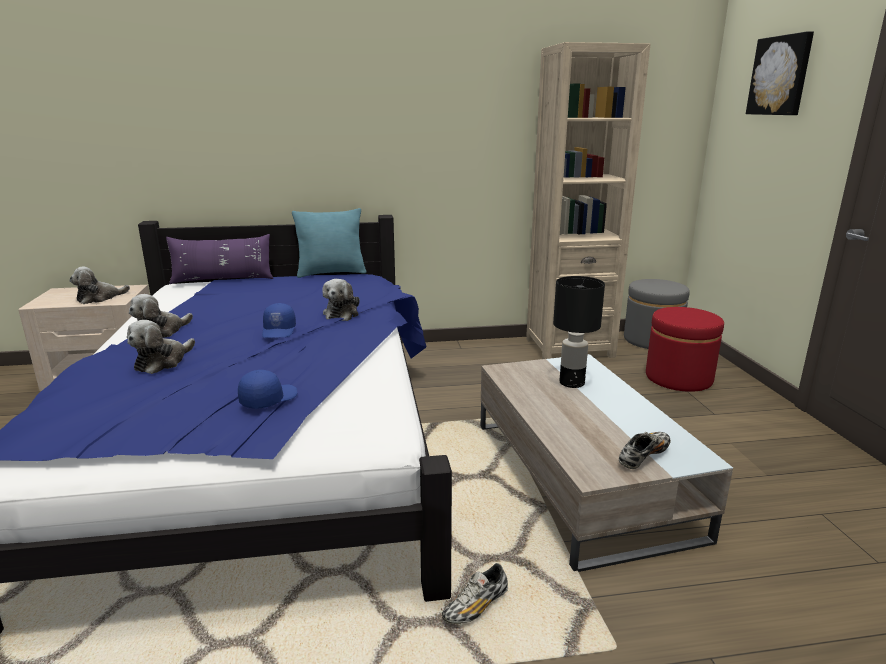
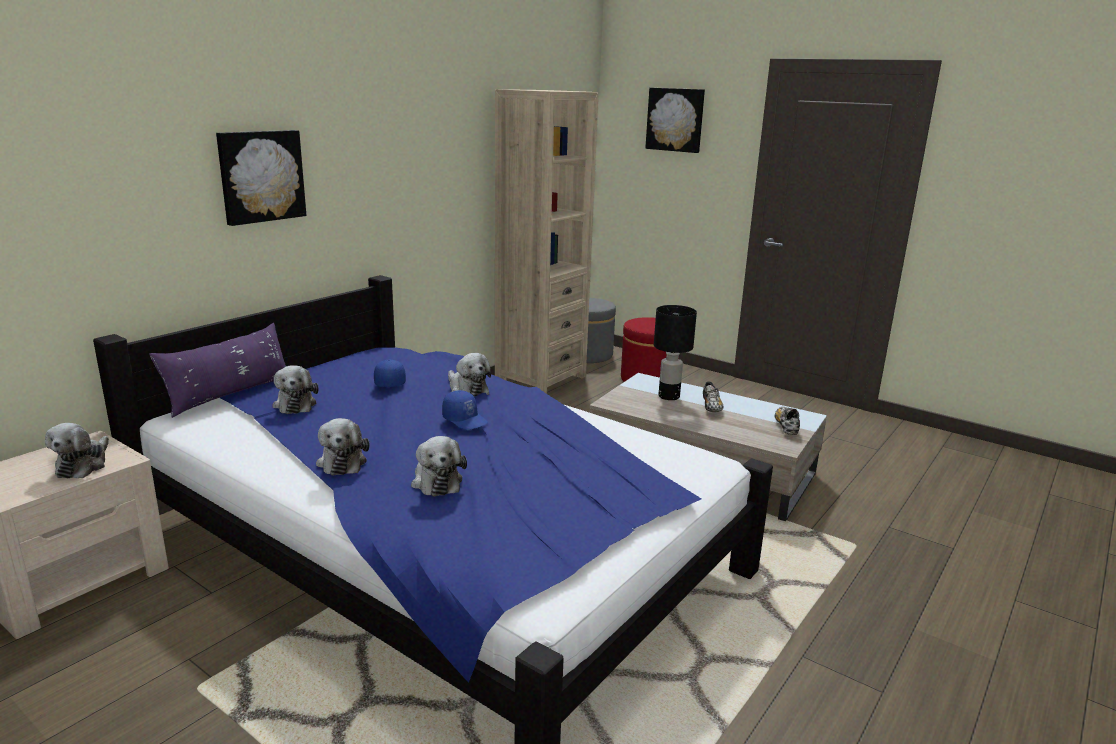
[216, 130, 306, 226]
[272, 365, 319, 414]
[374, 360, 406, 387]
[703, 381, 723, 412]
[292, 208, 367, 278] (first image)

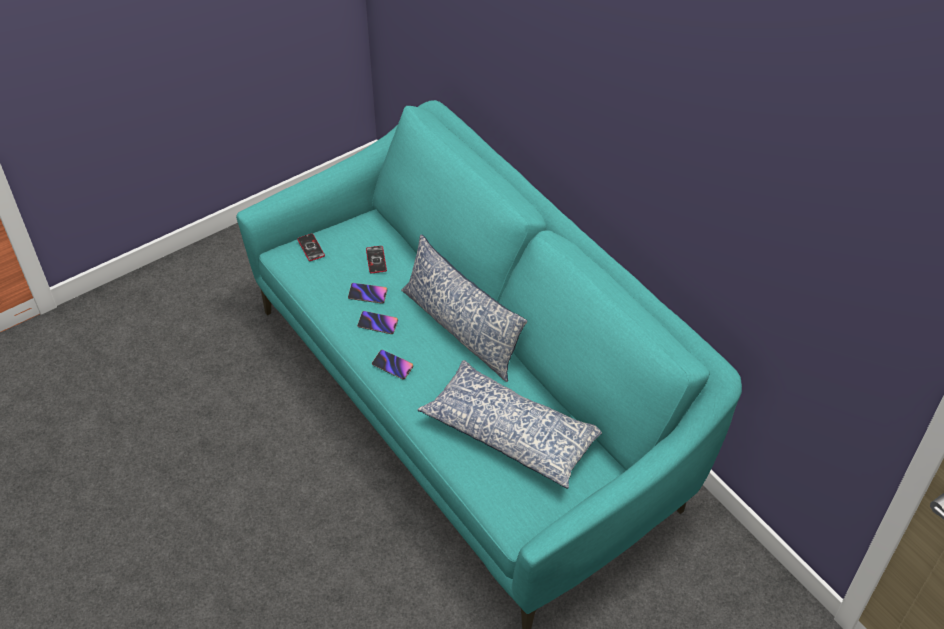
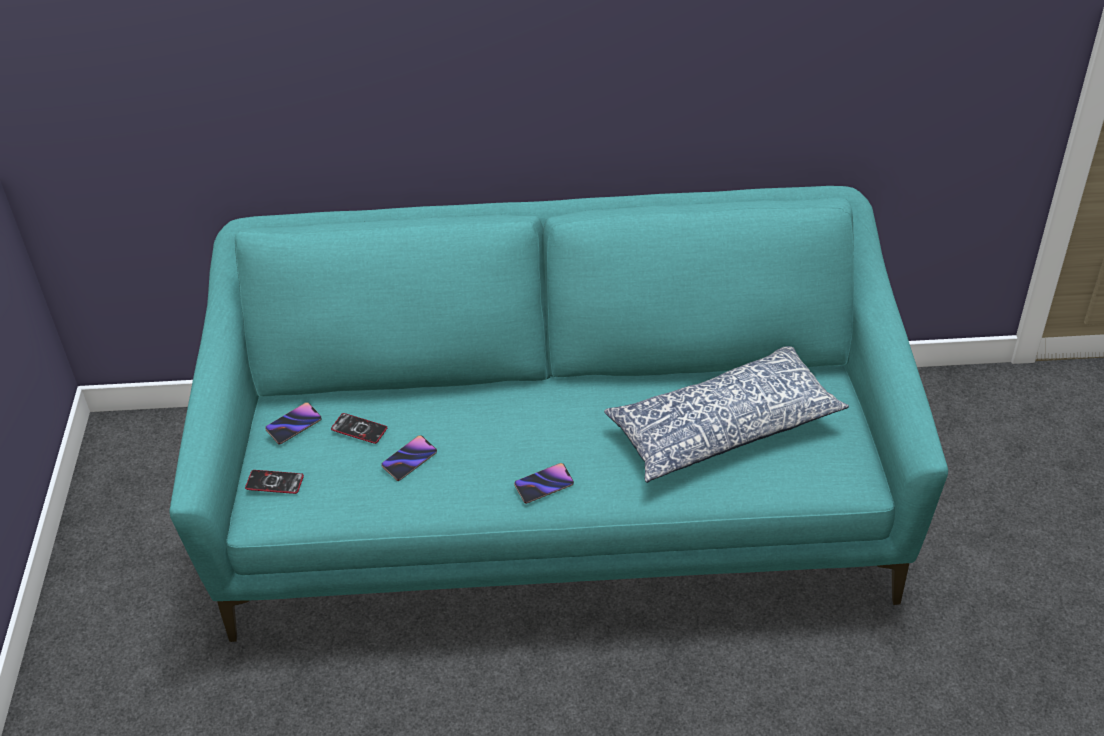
[265, 402, 321, 445]
[401, 234, 528, 382] (first image)

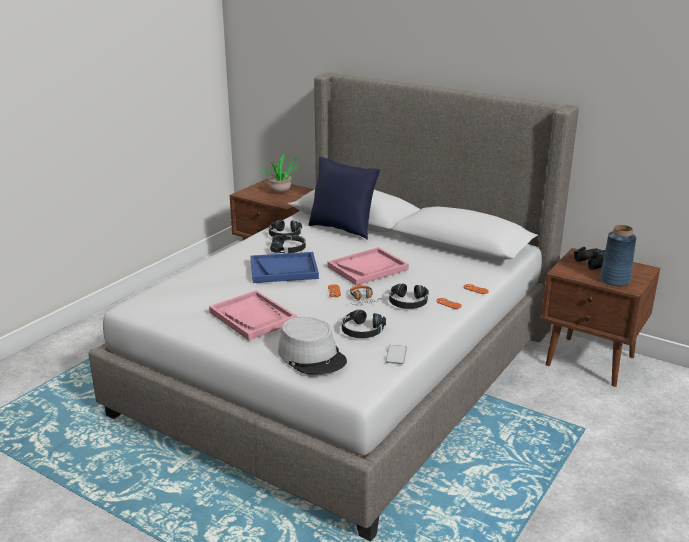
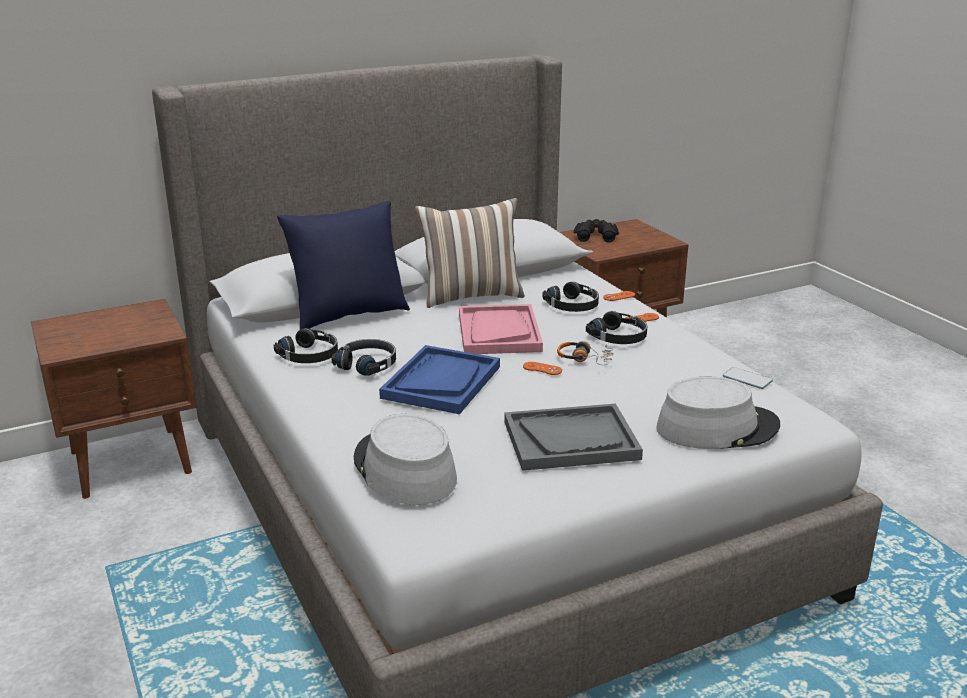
[354, 414, 457, 505]
[415, 198, 525, 308]
[504, 404, 643, 471]
[543, 282, 599, 312]
[260, 152, 303, 193] (first image)
[600, 225, 636, 286] (first image)

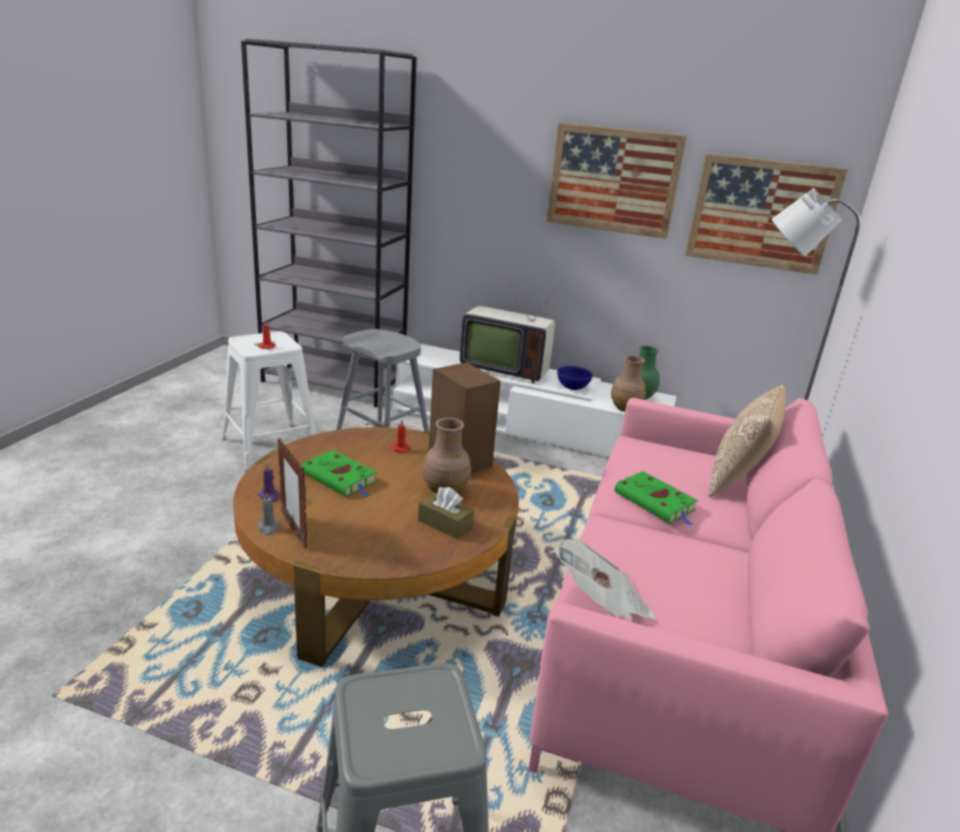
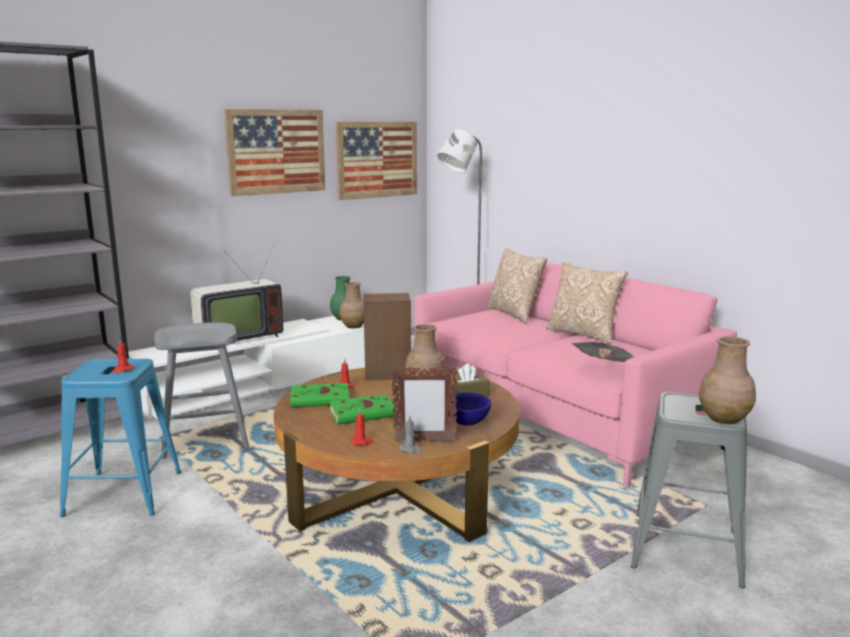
[60, 359, 181, 517]
[290, 383, 353, 407]
[350, 409, 373, 445]
[449, 392, 491, 426]
[546, 262, 628, 344]
[699, 336, 756, 424]

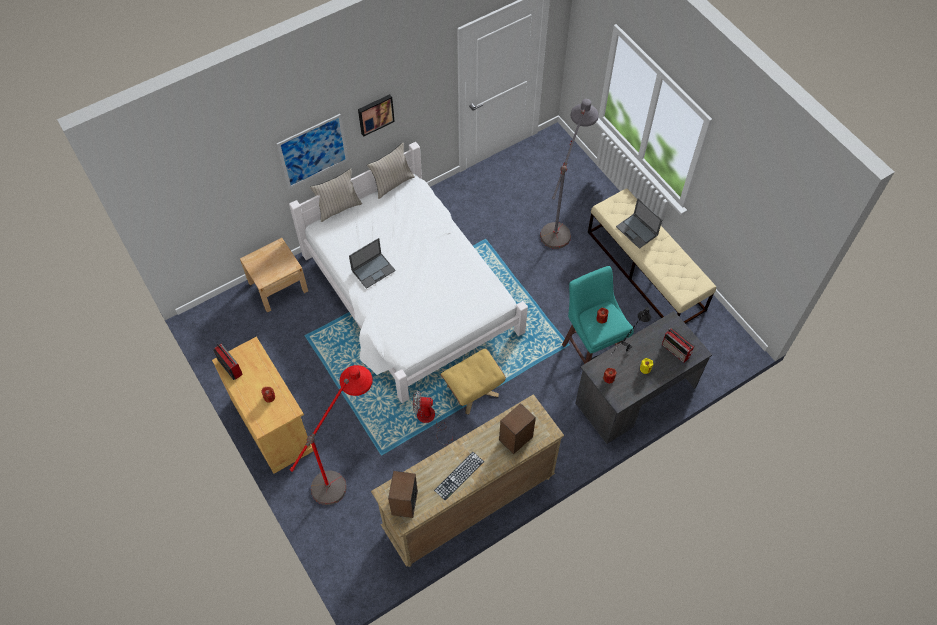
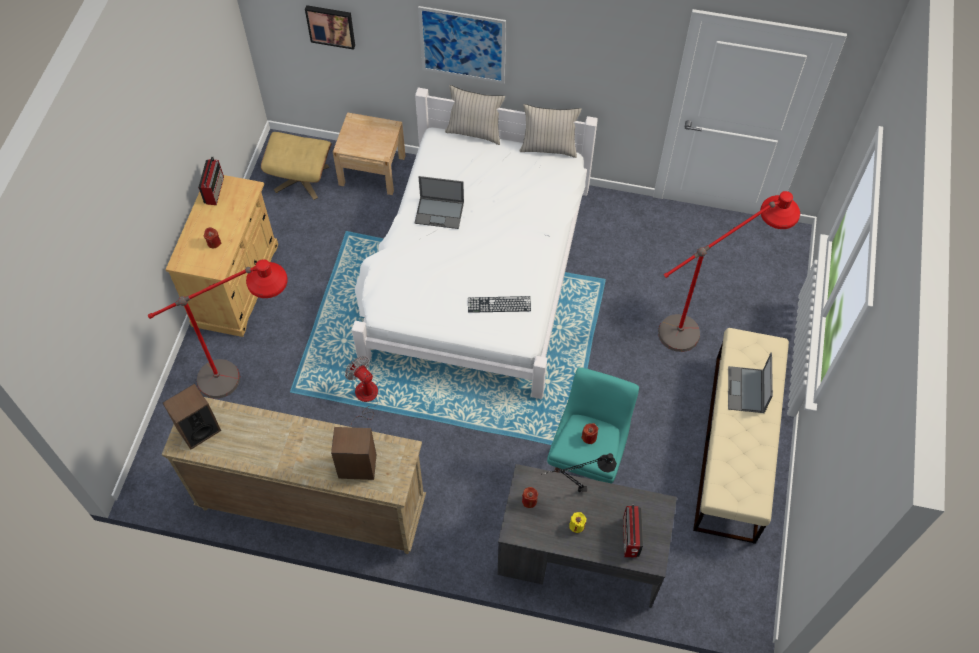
[261, 132, 332, 200]
[305, 5, 355, 50]
[468, 296, 531, 313]
[658, 191, 800, 352]

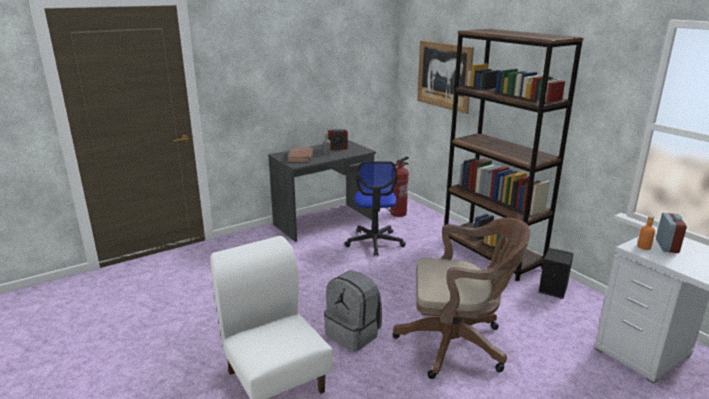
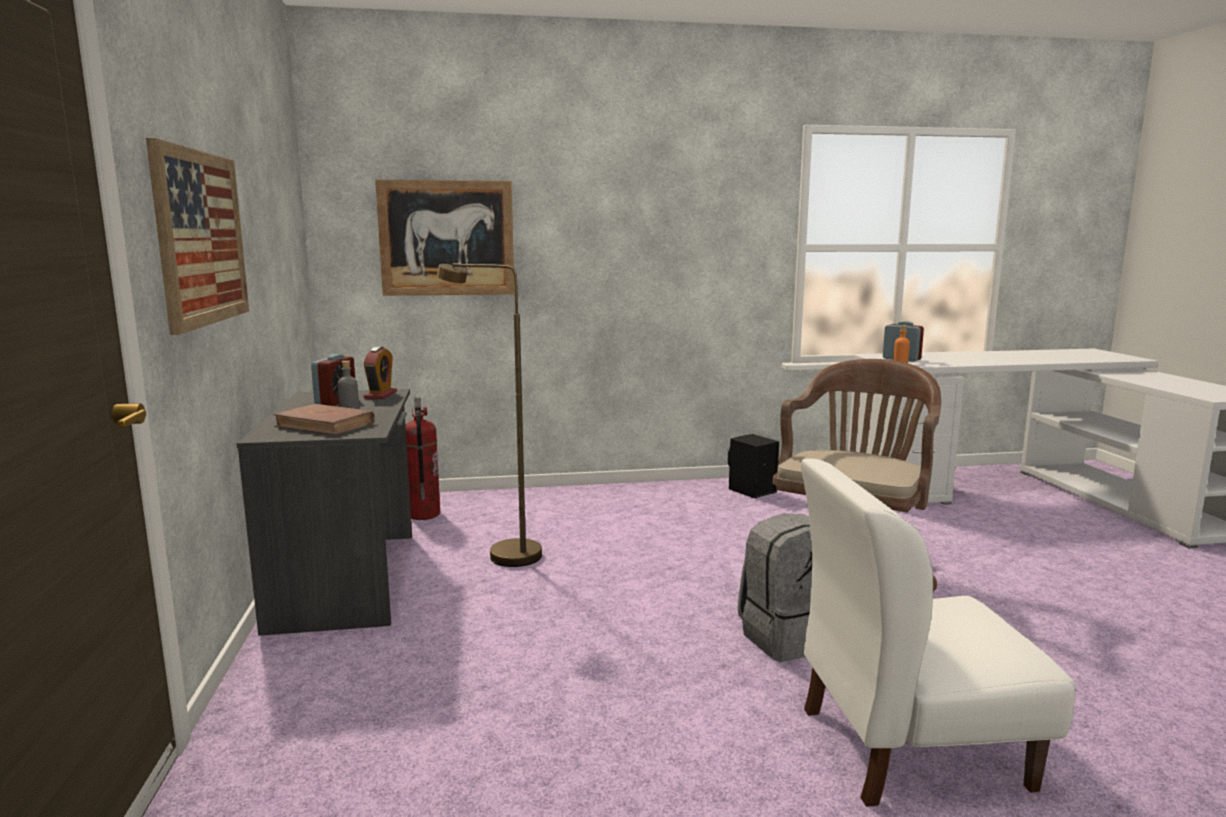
[146, 138, 249, 335]
[363, 347, 397, 399]
[437, 264, 542, 567]
[444, 29, 584, 281] (first image)

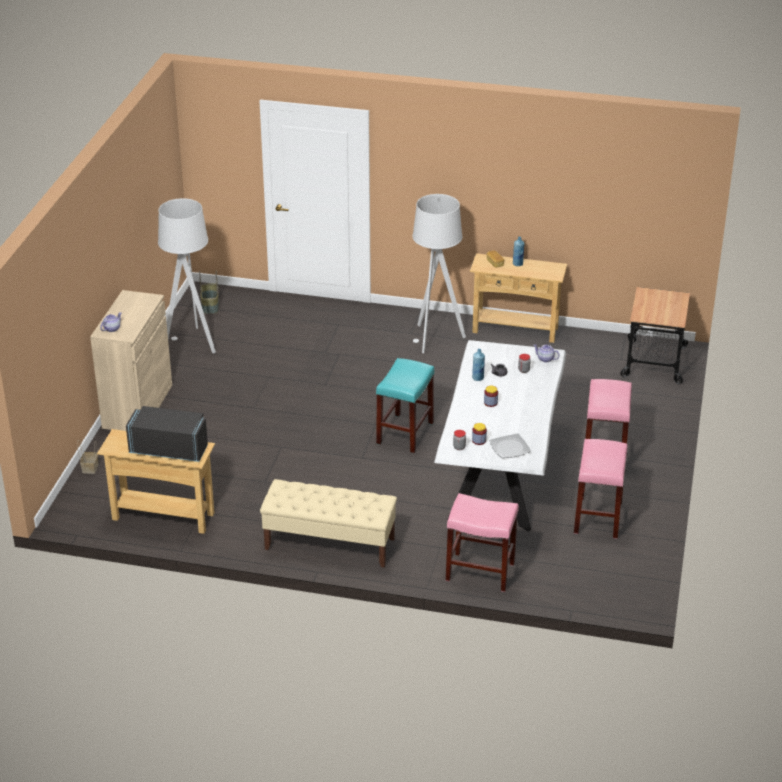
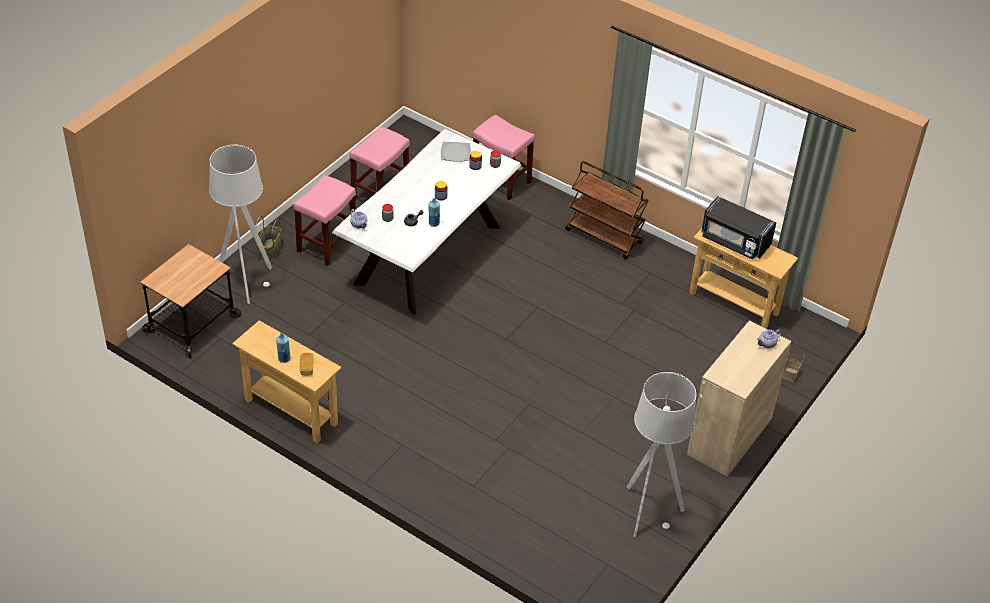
[209, 145, 272, 304]
[255, 216, 282, 261]
[565, 161, 648, 259]
[376, 358, 435, 453] (first image)

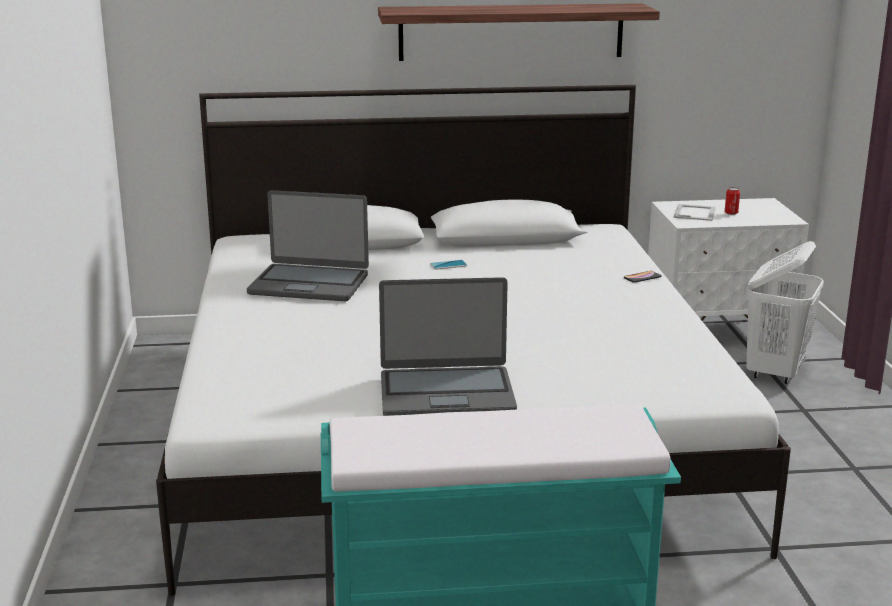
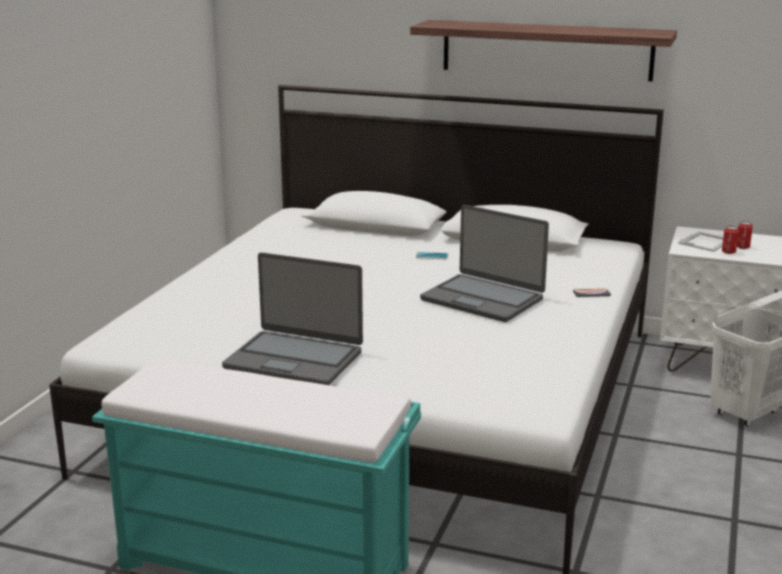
[420, 205, 549, 322]
[722, 226, 739, 254]

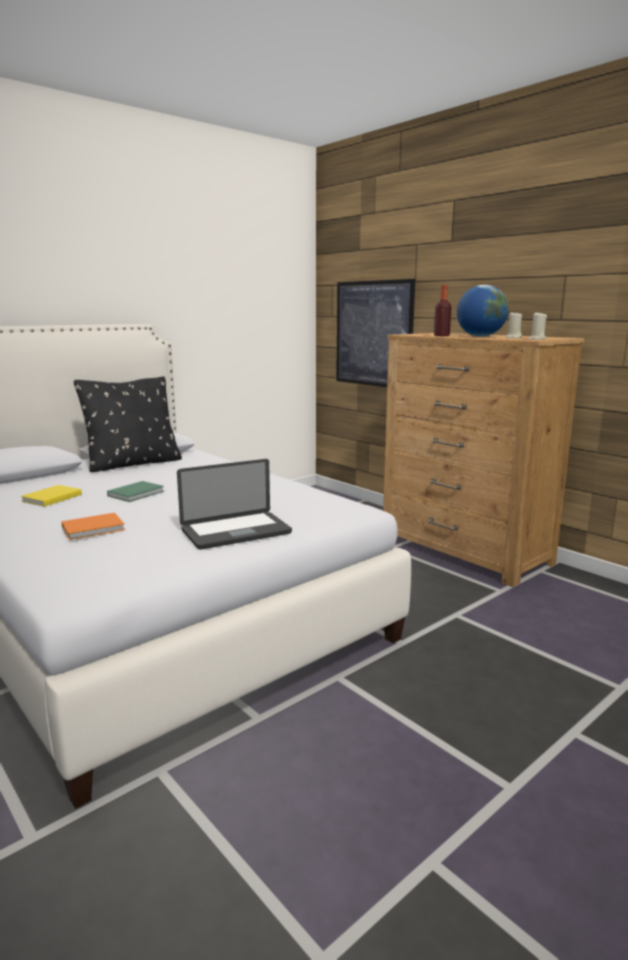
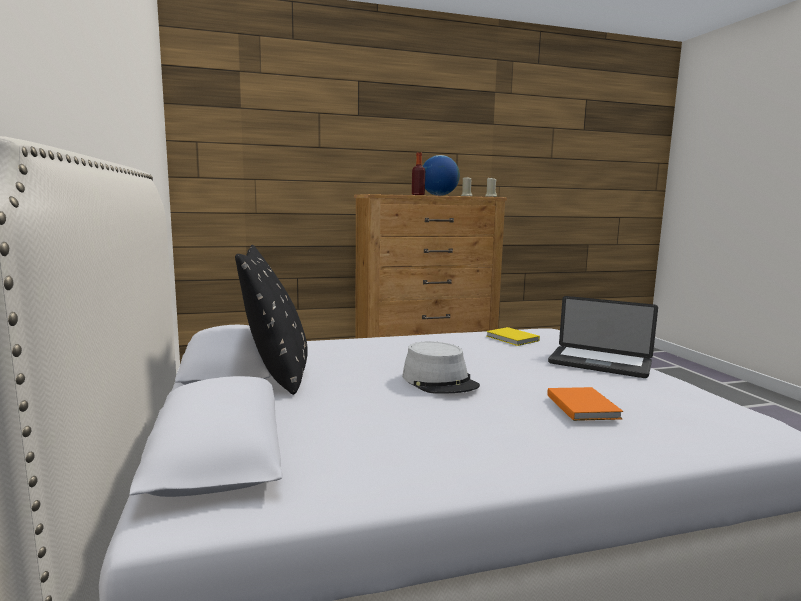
[402, 341, 480, 394]
[486, 327, 540, 346]
[548, 296, 658, 378]
[336, 279, 415, 387] (first image)

